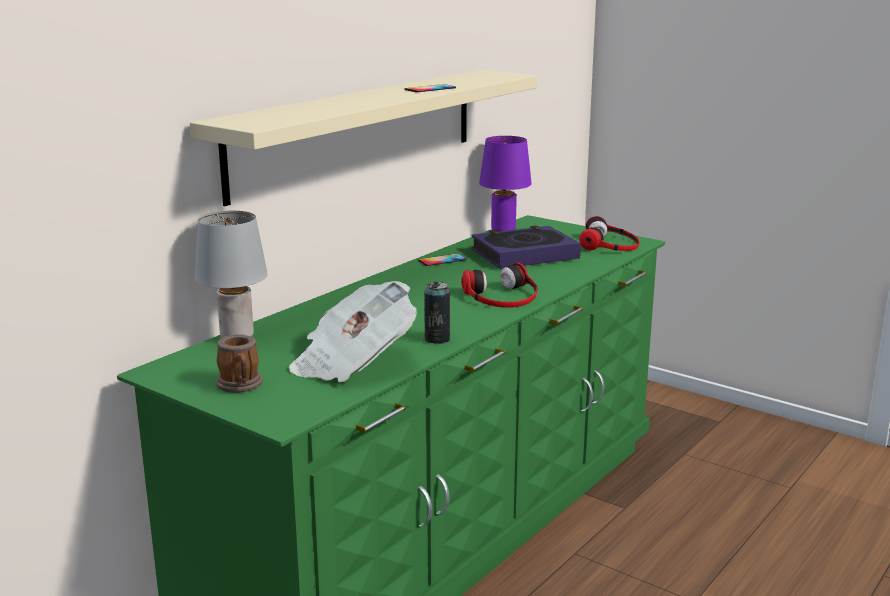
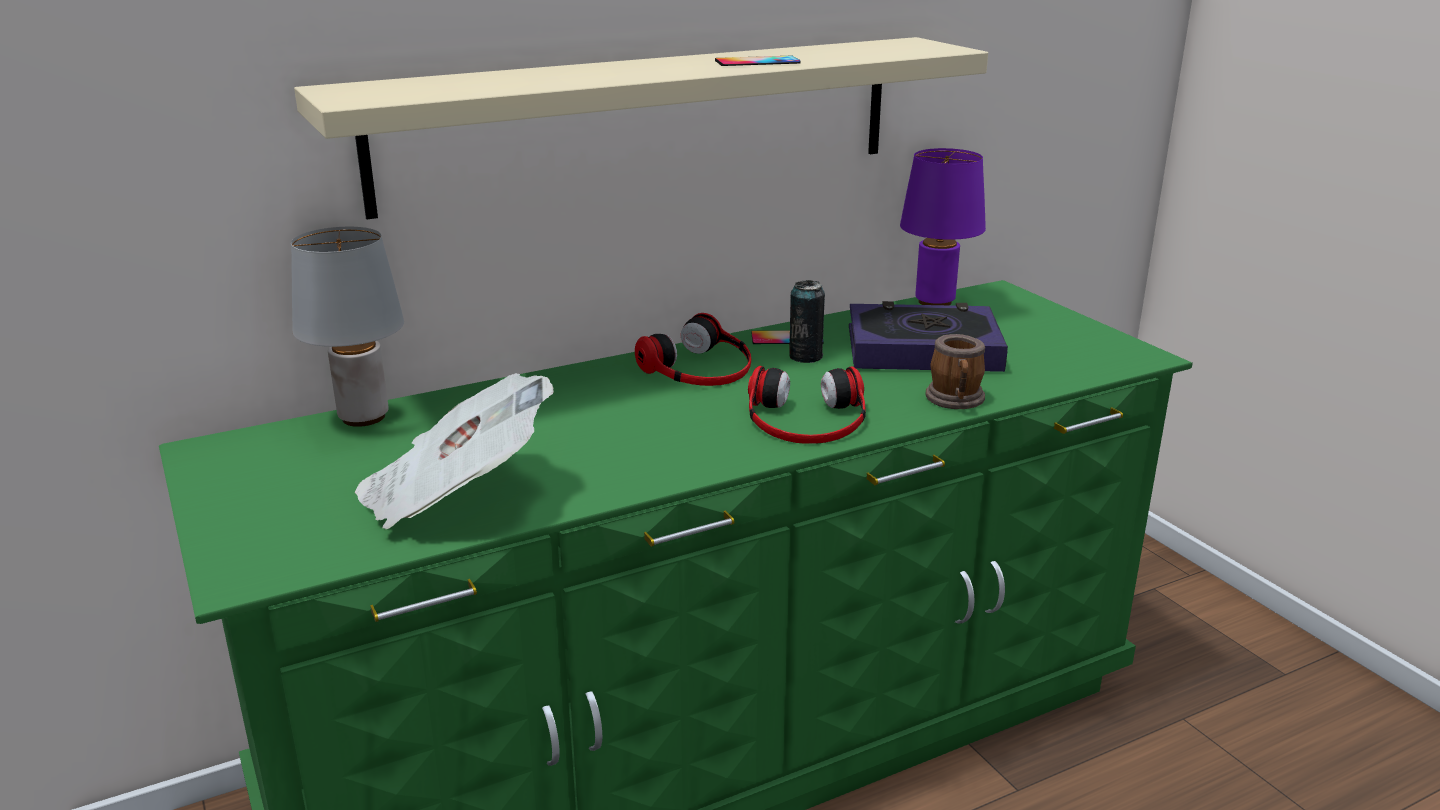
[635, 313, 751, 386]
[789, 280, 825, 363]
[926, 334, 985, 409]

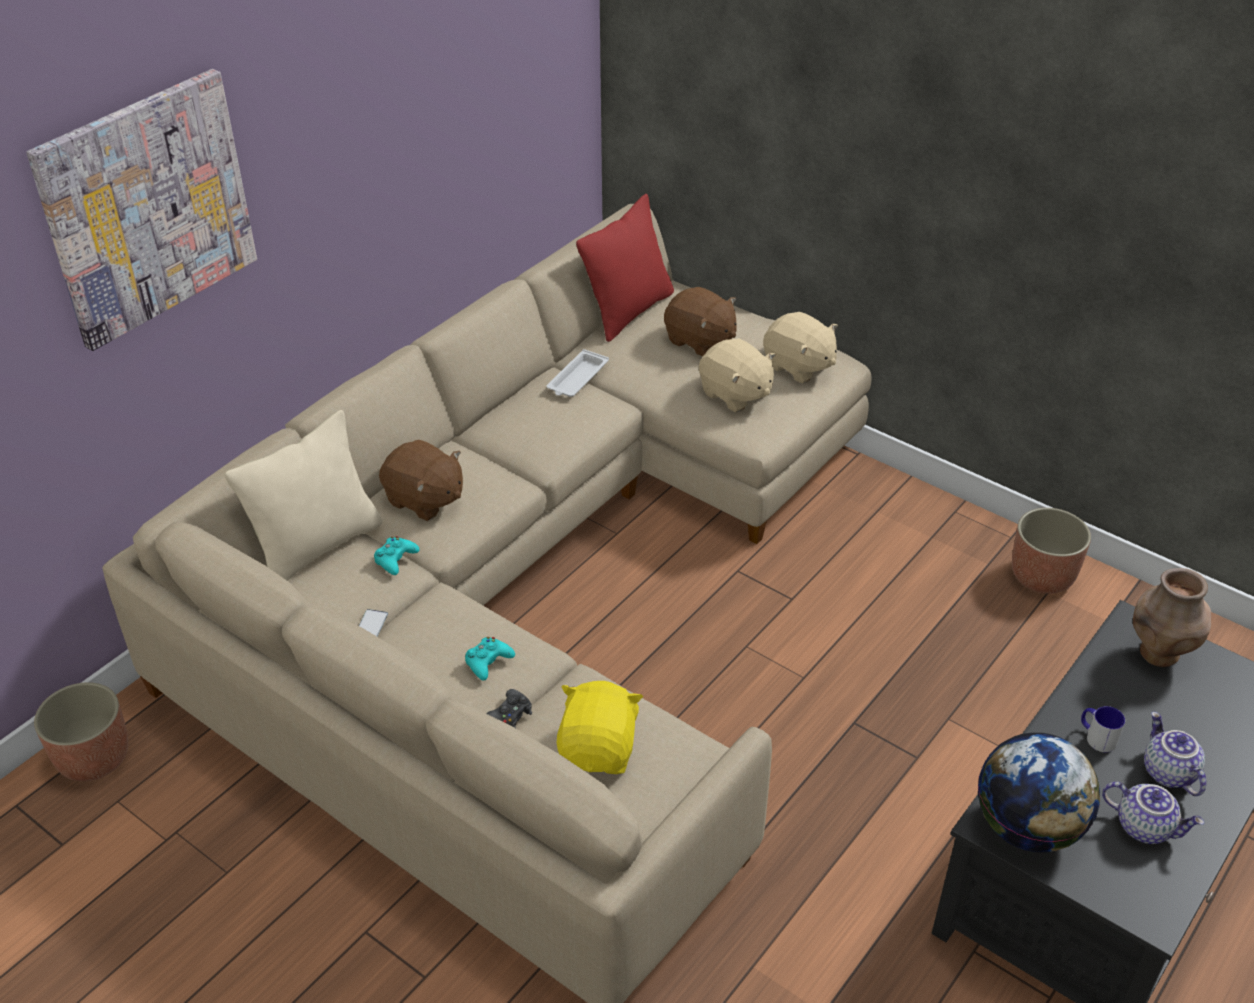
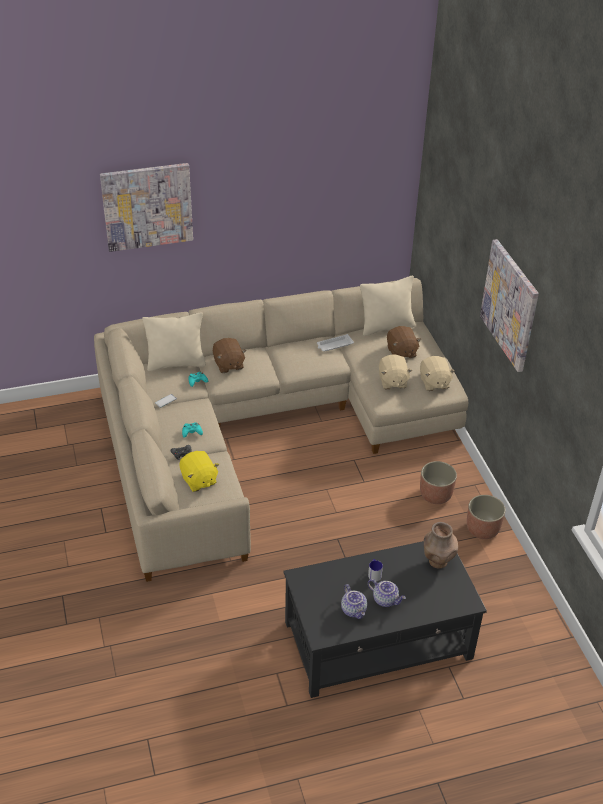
[180, 451, 219, 492]
[360, 275, 415, 336]
[368, 579, 406, 607]
[420, 461, 457, 504]
[480, 239, 539, 372]
[978, 733, 1100, 853] (first image)

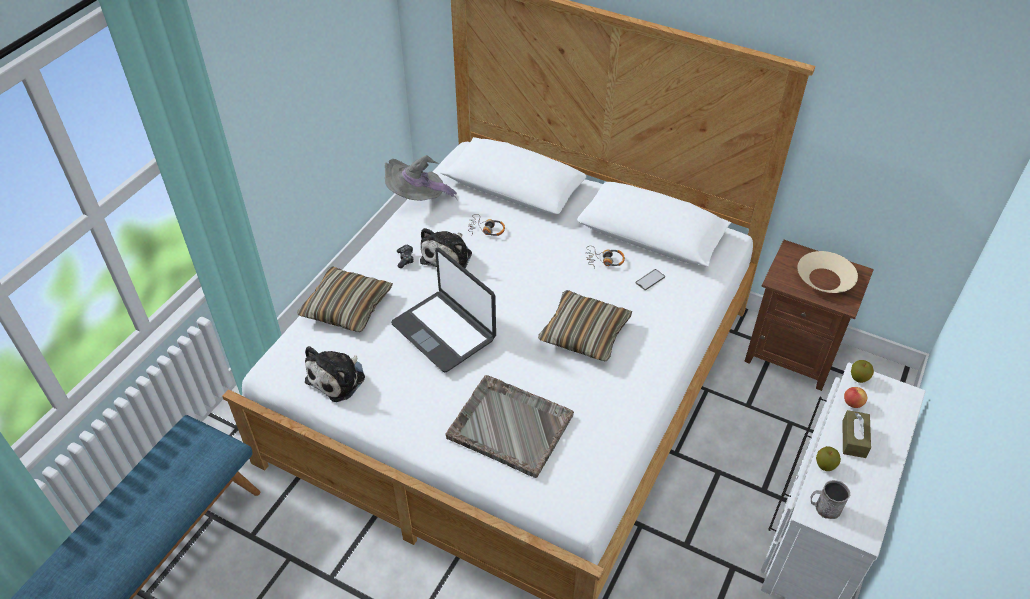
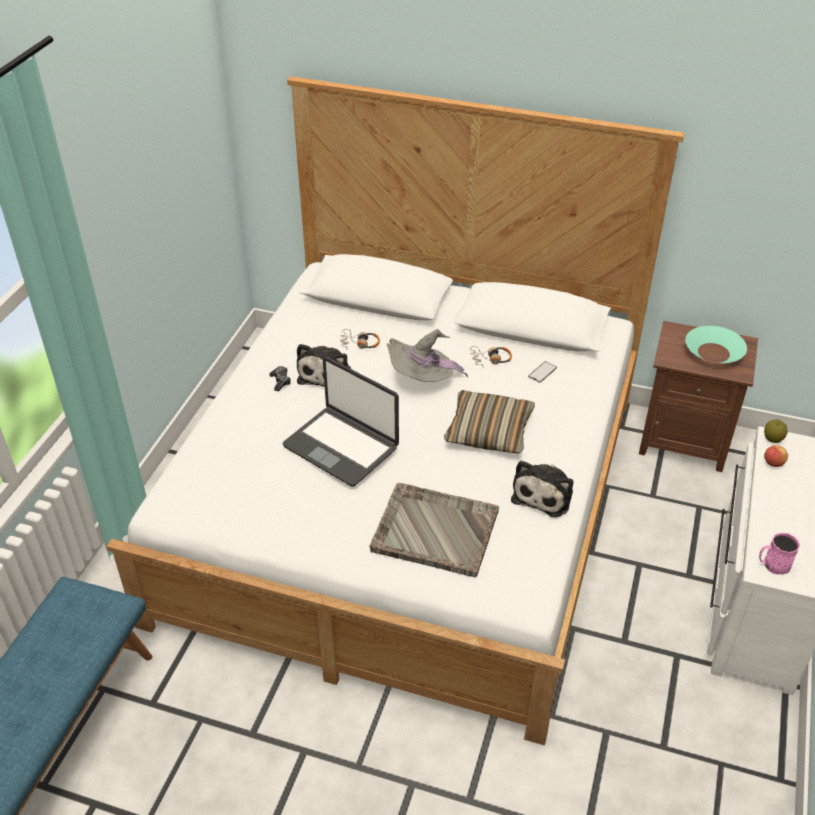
[387, 329, 468, 382]
[511, 460, 573, 517]
[685, 326, 747, 363]
[759, 533, 800, 574]
[297, 266, 393, 332] (first image)
[816, 446, 841, 471] (first image)
[842, 410, 871, 458] (first image)

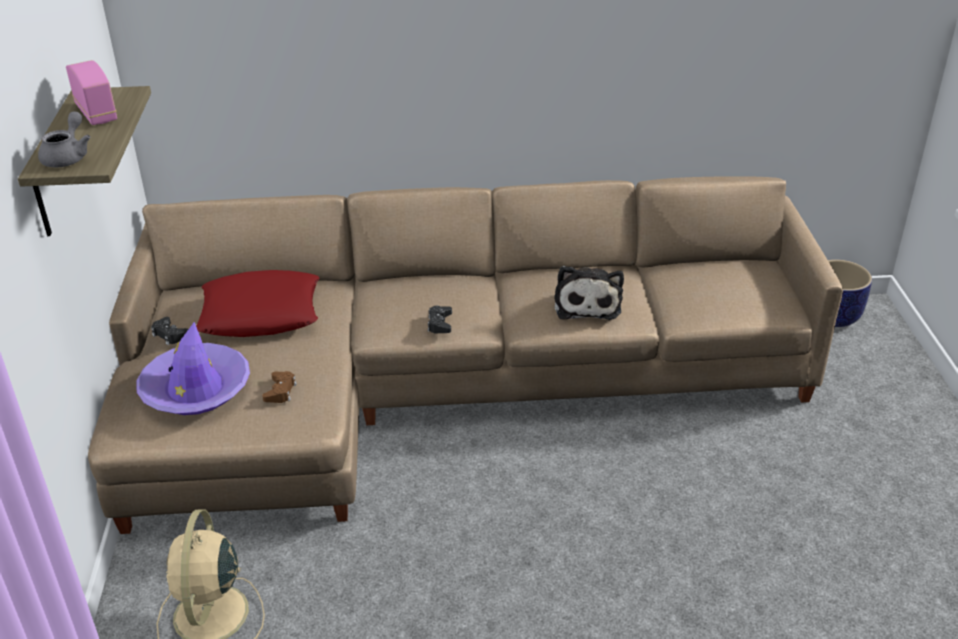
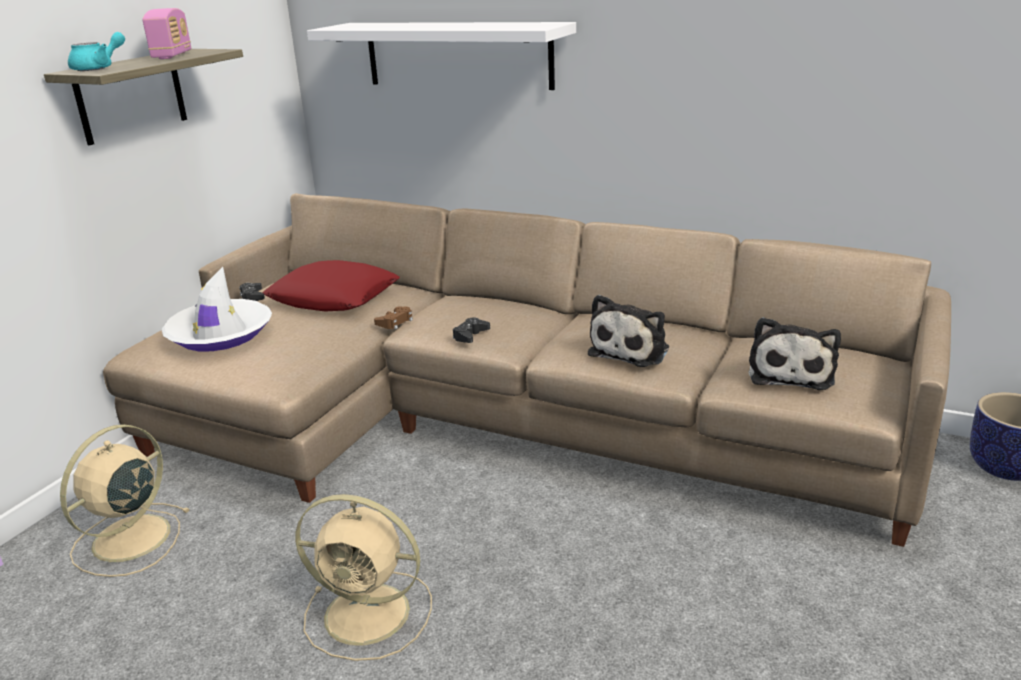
[68, 32, 125, 71]
[161, 267, 272, 351]
[295, 494, 432, 661]
[307, 22, 576, 90]
[374, 306, 413, 329]
[749, 317, 841, 390]

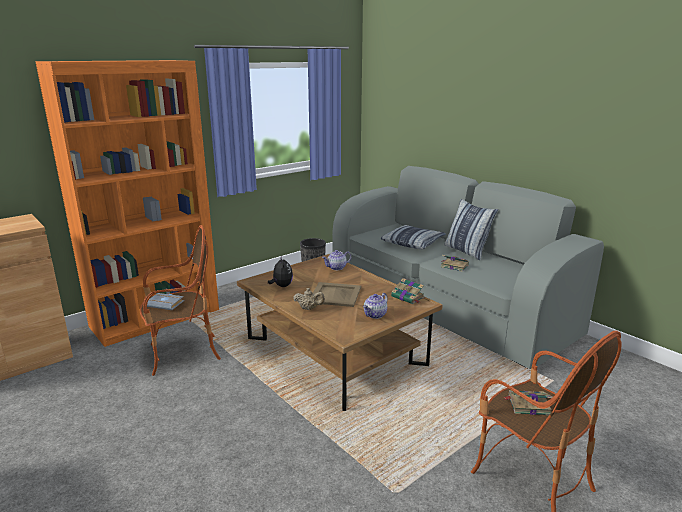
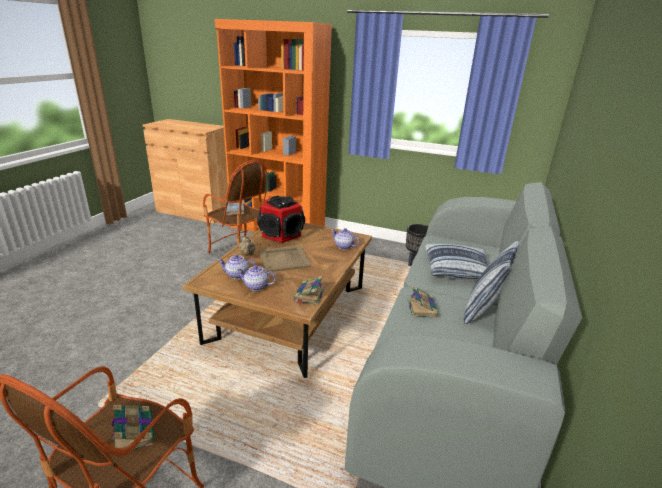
[217, 255, 256, 279]
[257, 196, 305, 243]

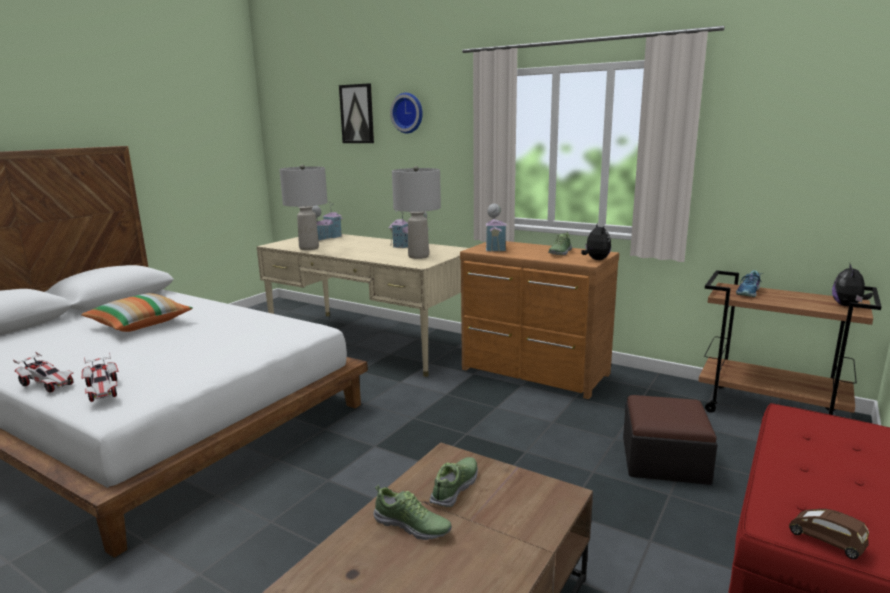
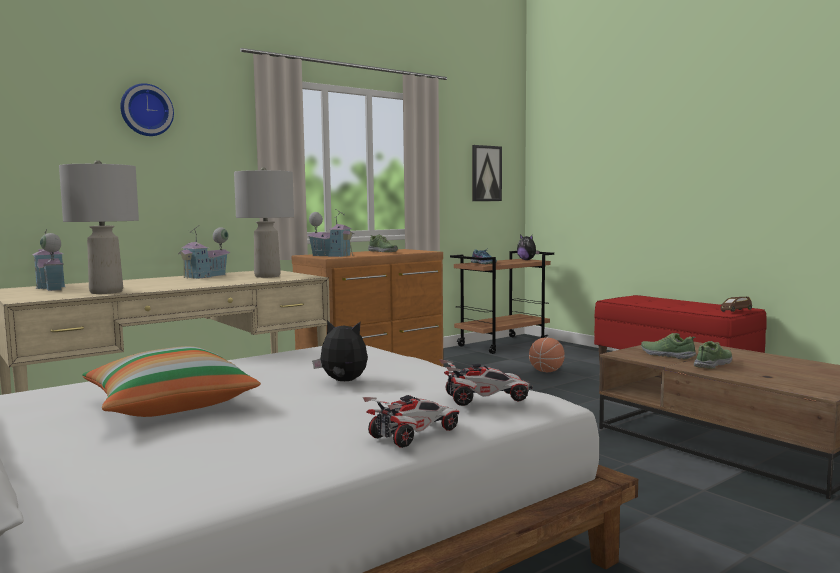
[312, 320, 368, 381]
[472, 145, 502, 201]
[529, 337, 565, 372]

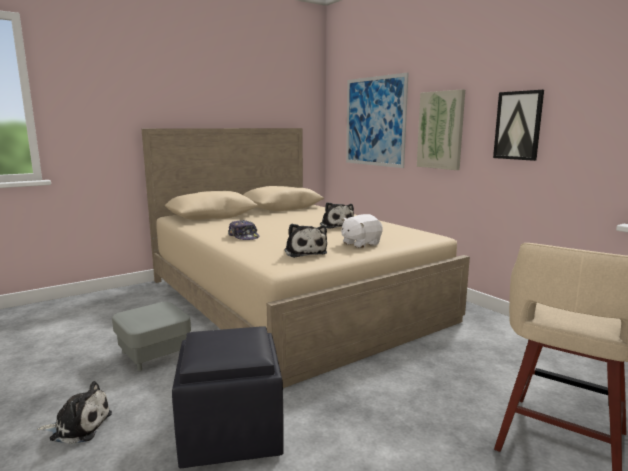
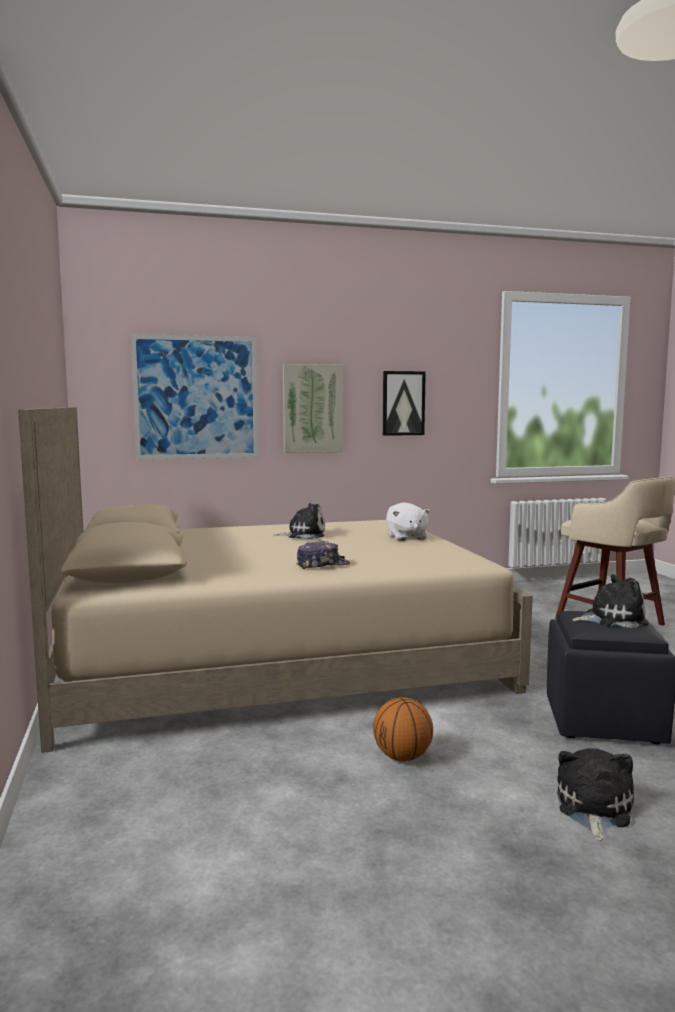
[373, 697, 433, 761]
[572, 574, 649, 628]

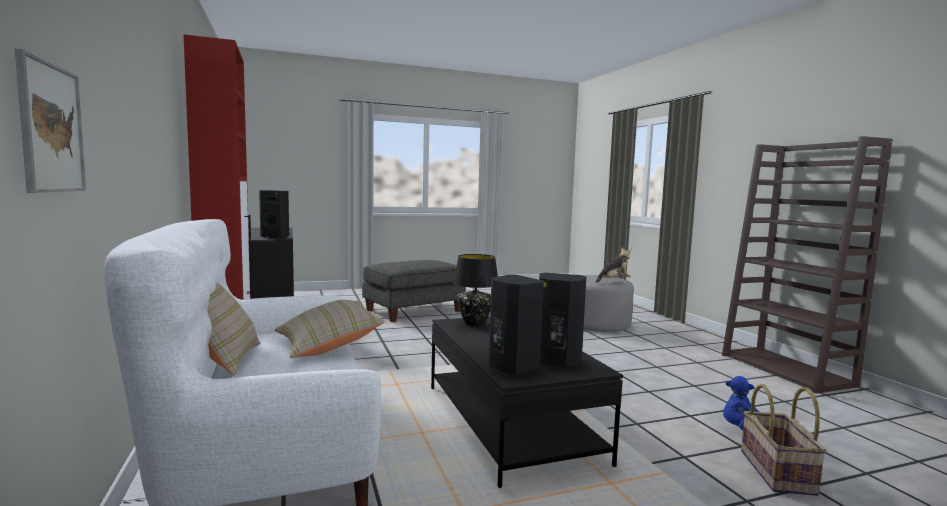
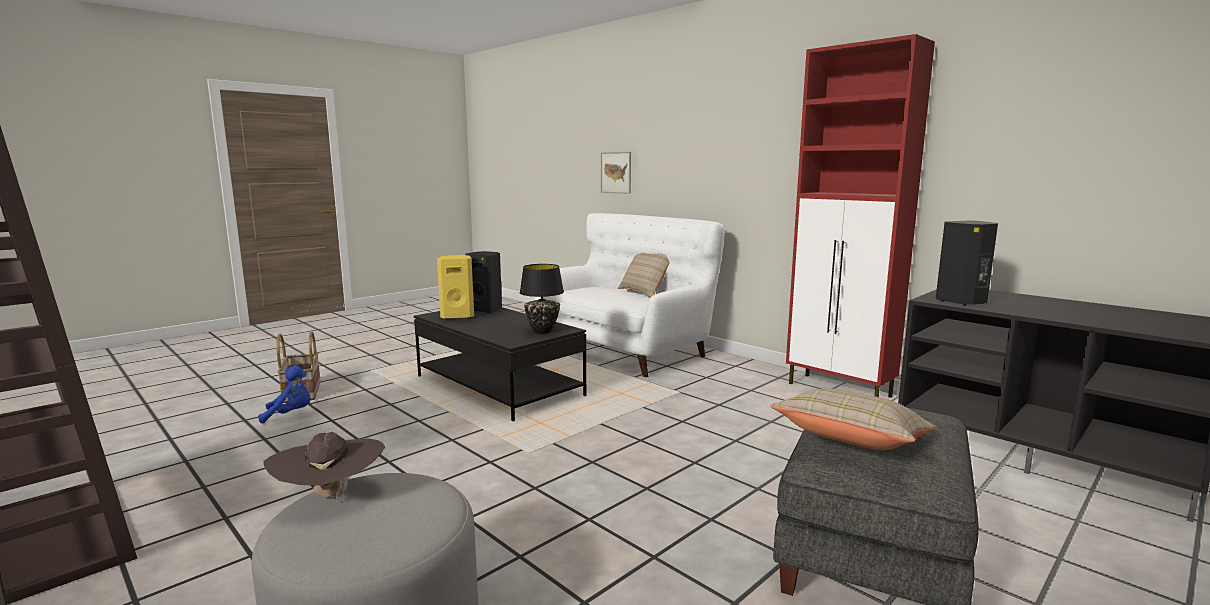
[263, 432, 385, 503]
[437, 255, 474, 319]
[770, 388, 937, 450]

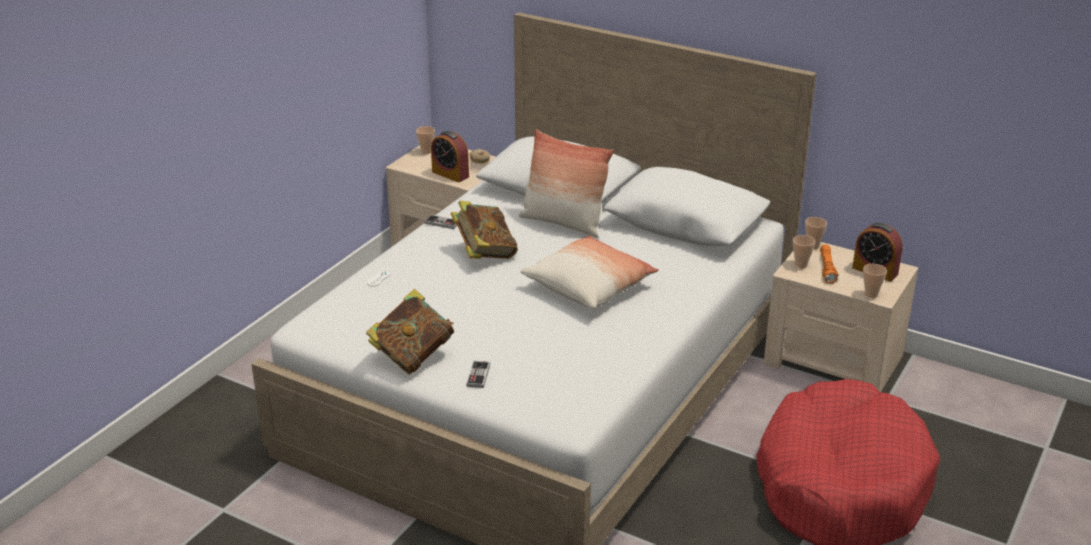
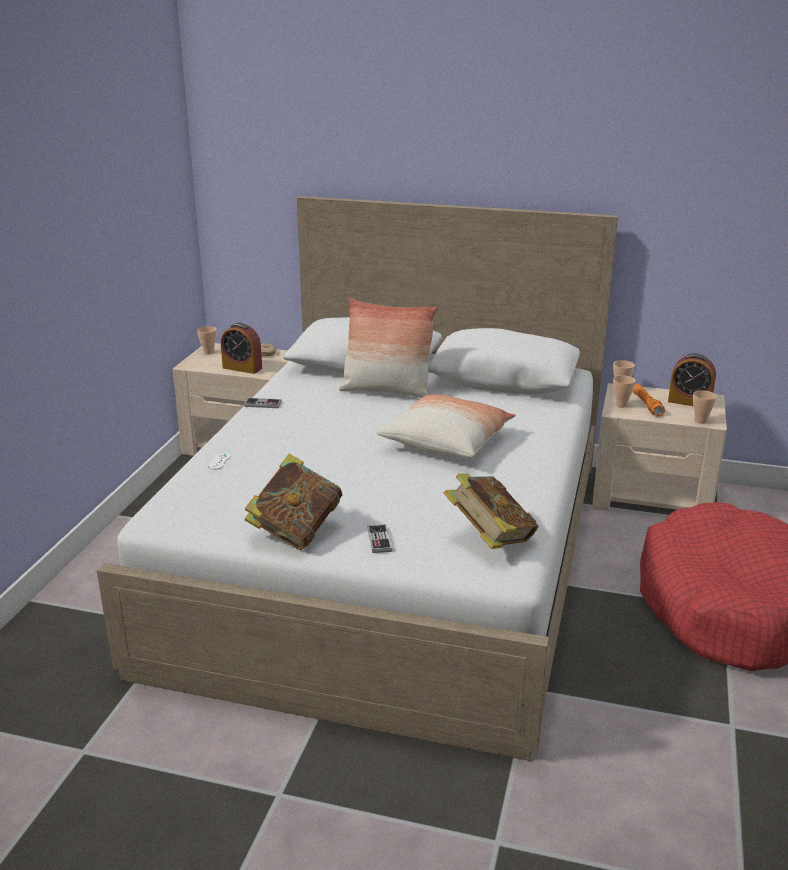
[444, 474, 539, 549]

